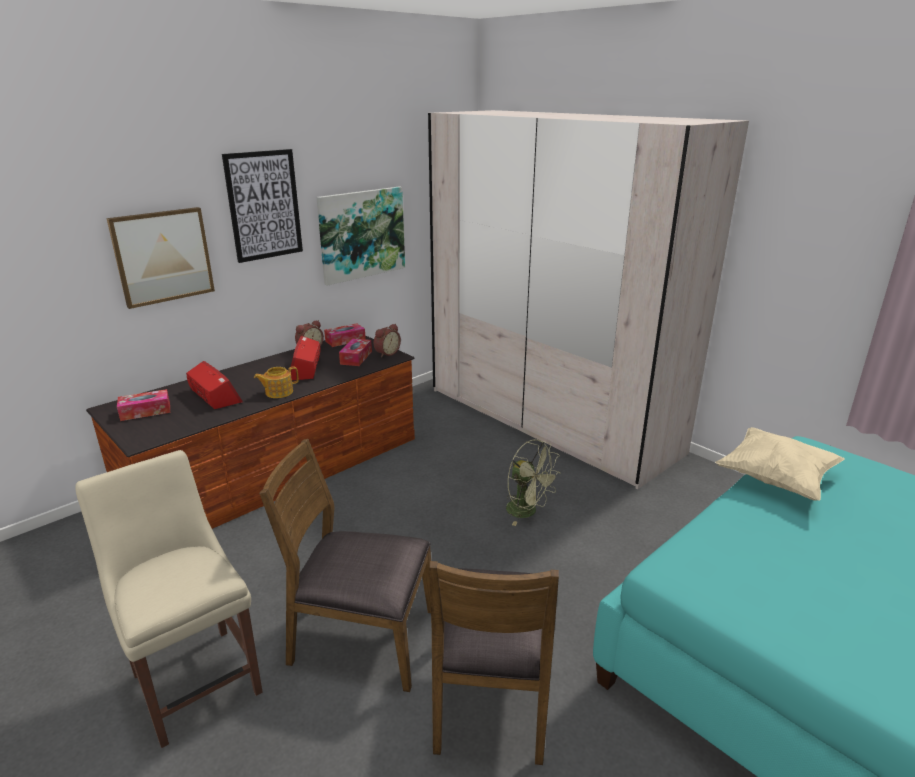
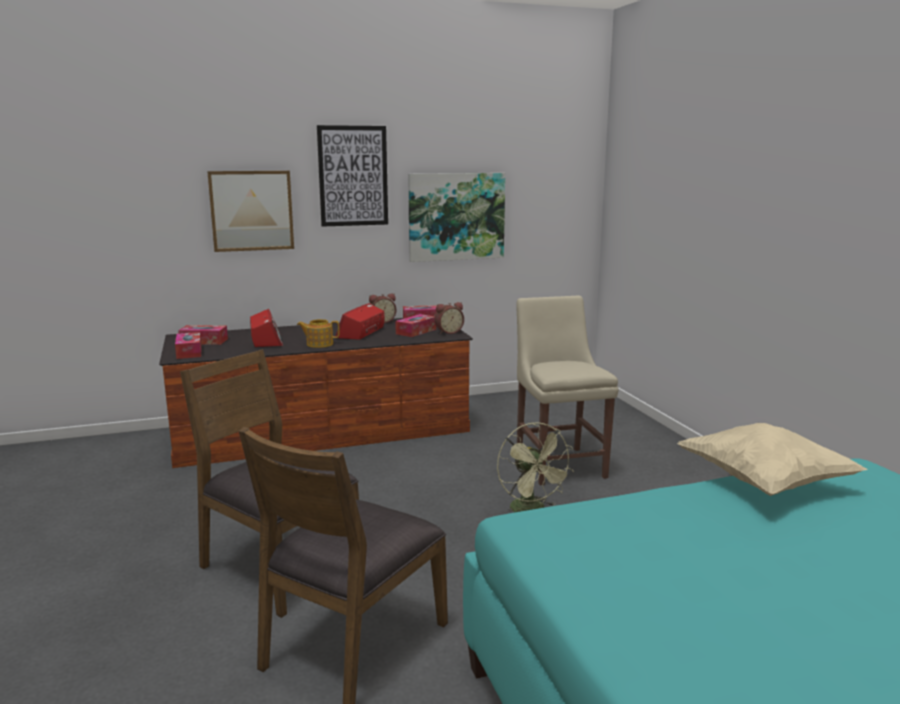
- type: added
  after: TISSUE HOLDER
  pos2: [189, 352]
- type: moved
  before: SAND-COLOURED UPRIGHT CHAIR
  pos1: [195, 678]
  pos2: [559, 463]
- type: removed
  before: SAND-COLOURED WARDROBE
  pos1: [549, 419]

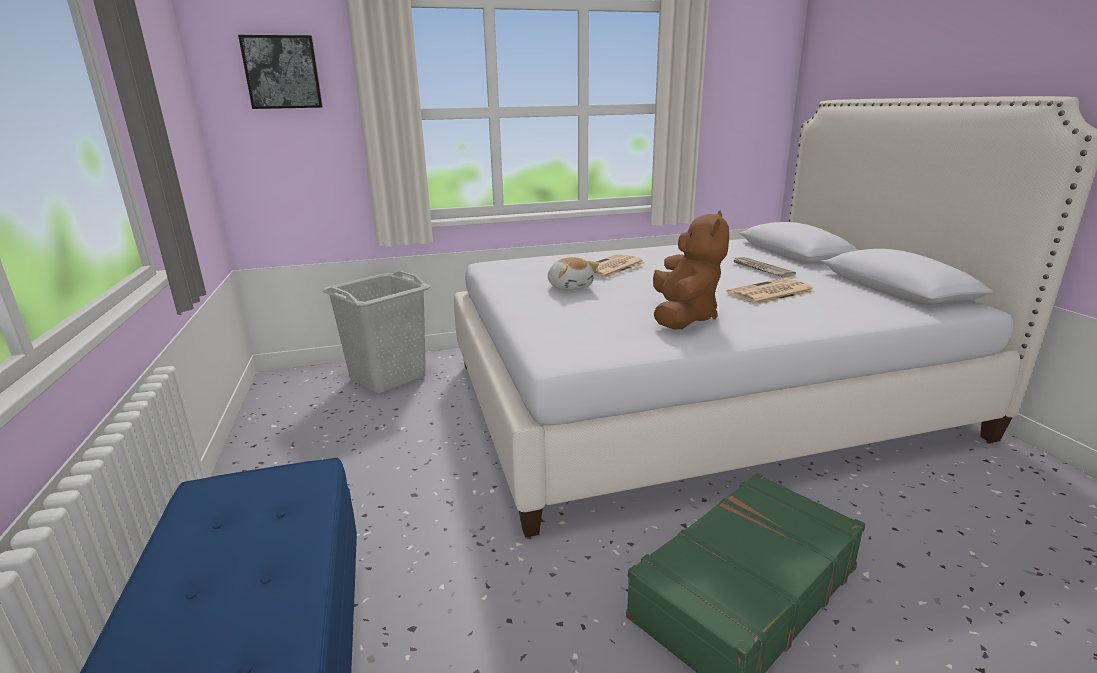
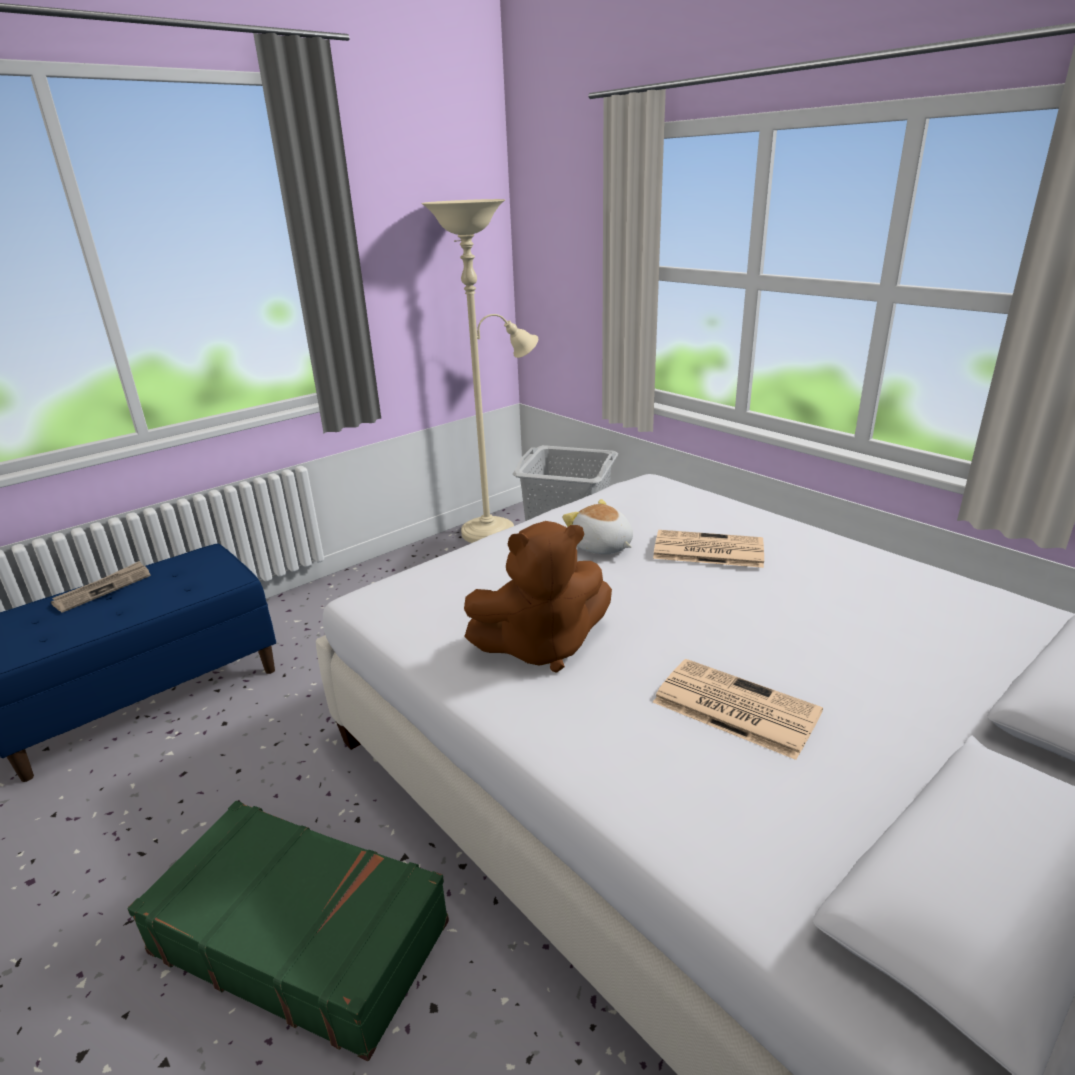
- type: moved
  before: PRINTED PAPER
  pos1: [760, 269]
  pos2: [103, 589]
- type: added
  after: SAND-COLOURED STANDING LAMP
  pos2: [494, 530]
- type: turned
  before: SOFT TOY
  pos1: [570, 287]
  pos2: [601, 547]
  turn: 105
- type: removed
  before: WALL PICTURE
  pos1: [282, 72]

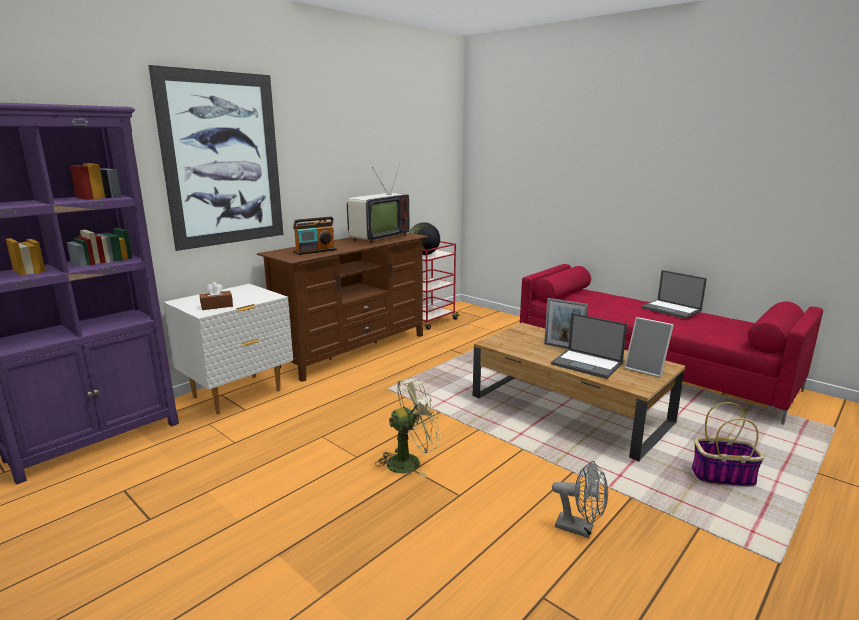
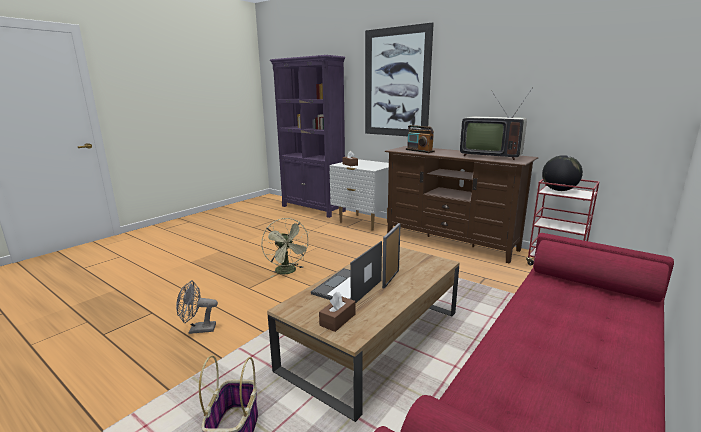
- type: turned
  before: GRAY ELECTRIC FAN
  pos1: [580, 529]
  pos2: [198, 329]
  turn: 60
- type: replaced
  before: STANDING FRAME
  after: BROWN-COLOURED TISSUE HOLDER
  pos1: [646, 369]
  pos2: [337, 320]
- type: removed
  before: PORTABLE COMPUTER
  pos1: [671, 309]

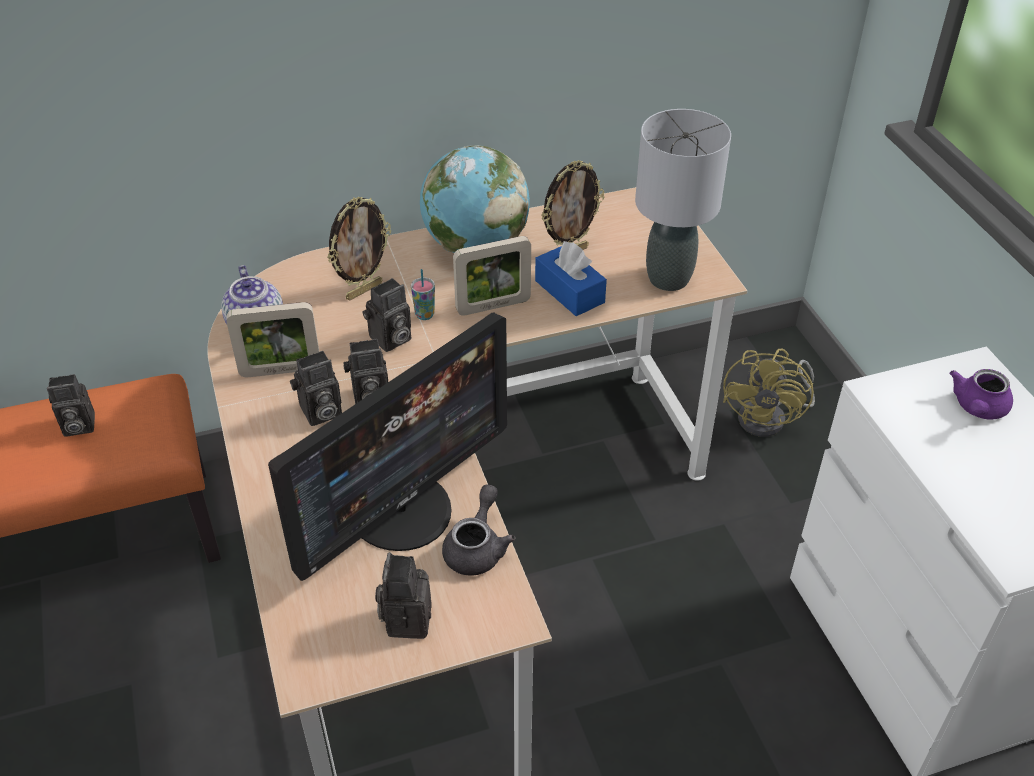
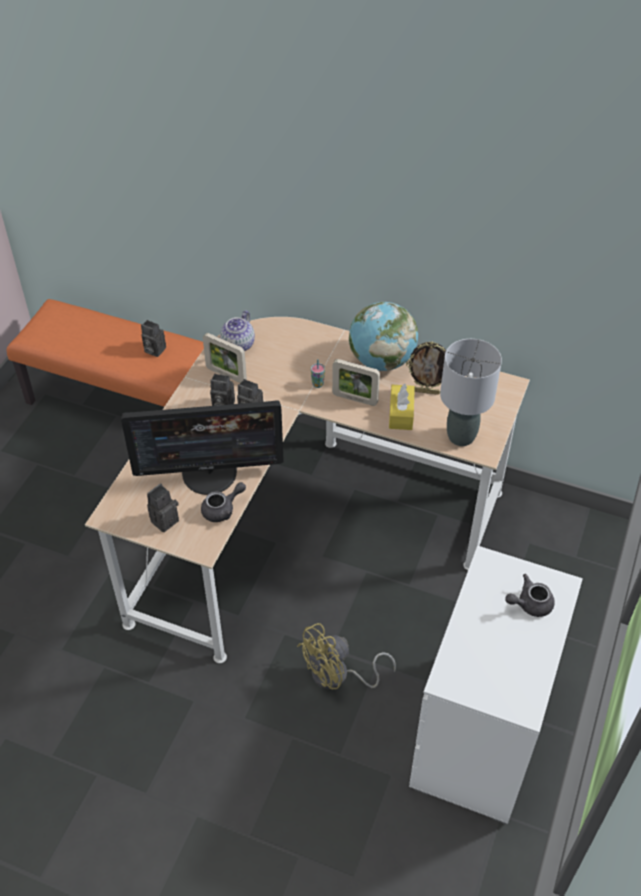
- type: moved
  before: YELLOWISH ELECTRIC FAN
  pos1: [770, 418]
  pos2: [338, 676]
- type: recoloured
  before: BLUE TISSUE HOLDER
  after: YELLOWISH TISSUE HOLDER
  pos1: [569, 291]
  pos2: [401, 413]
- type: recoloured
  before: PURPLISH TEA POT
  after: GRAY TEA POT
  pos1: [977, 409]
  pos2: [529, 604]
- type: removed
  before: STANDING FRAME
  pos1: [363, 290]
- type: removed
  before: PHOTO CAMERA
  pos1: [390, 340]

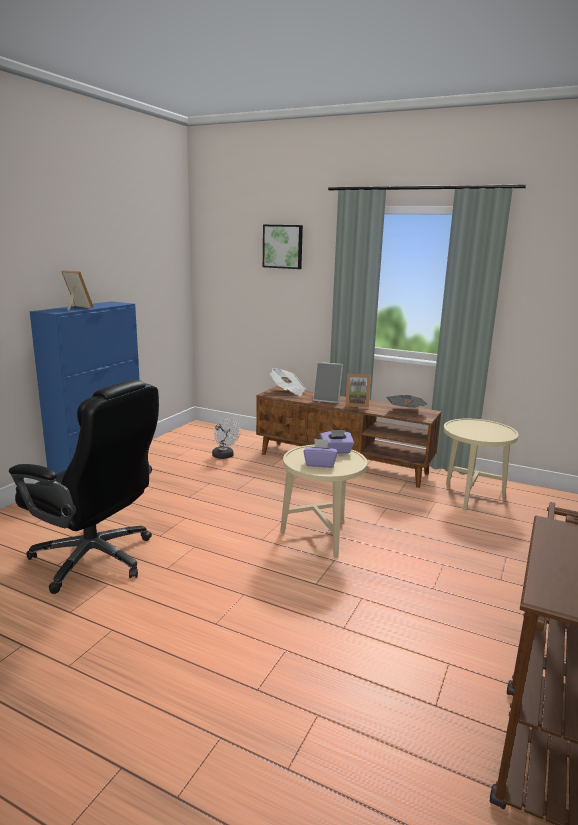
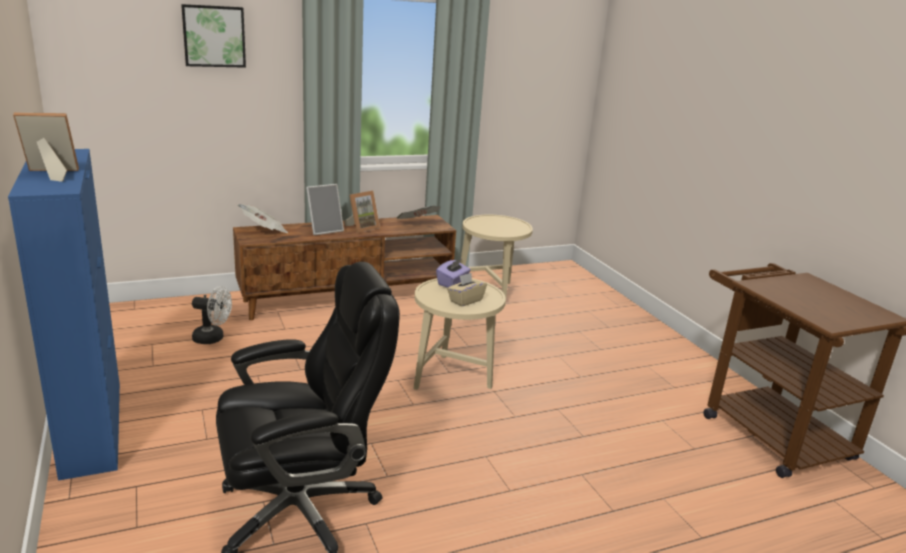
- type: recoloured
  before: PURPLISH TISSUE HOLDER
  after: SAND-COLOURED TISSUE HOLDER
  pos1: [320, 464]
  pos2: [465, 300]

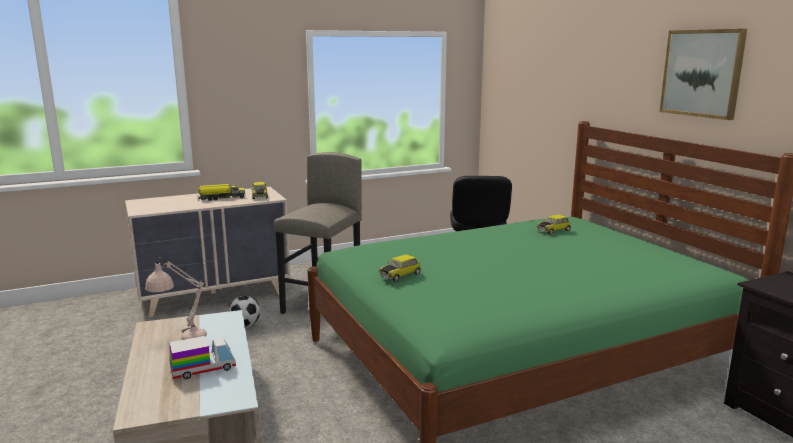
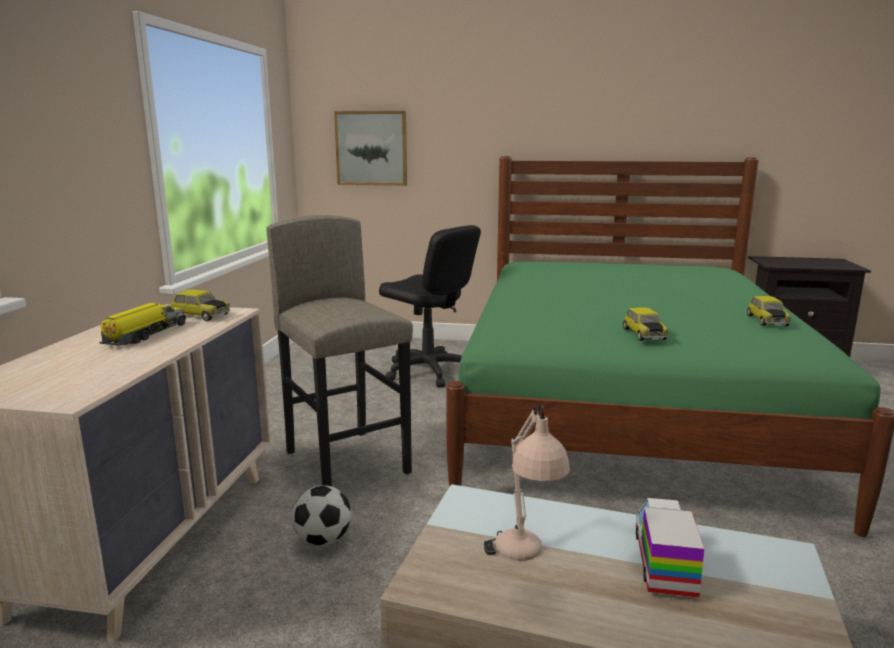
- type: moved
  before: WALL PICTURE
  pos1: [702, 73]
  pos2: [371, 148]
- type: moved
  before: MINIATURE CAR
  pos1: [553, 230]
  pos2: [766, 320]

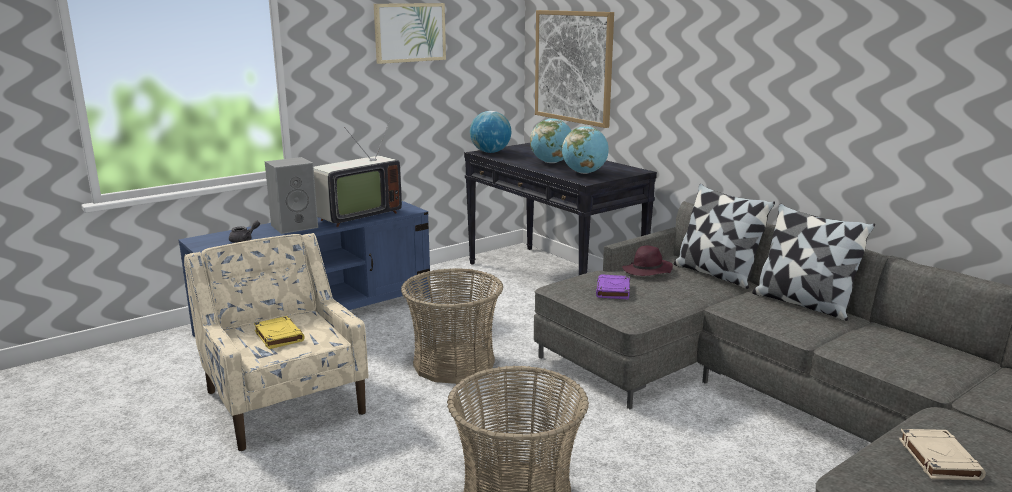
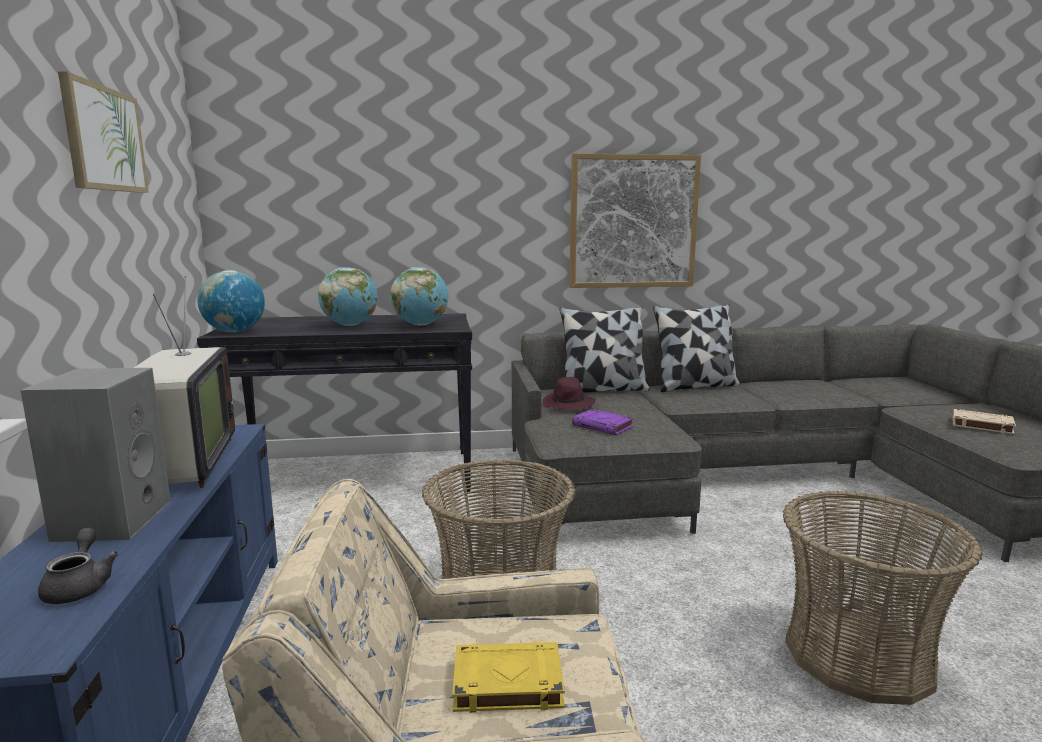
- type: moved
  before: WALL PICTURE
  pos1: [573, 67]
  pos2: [633, 222]

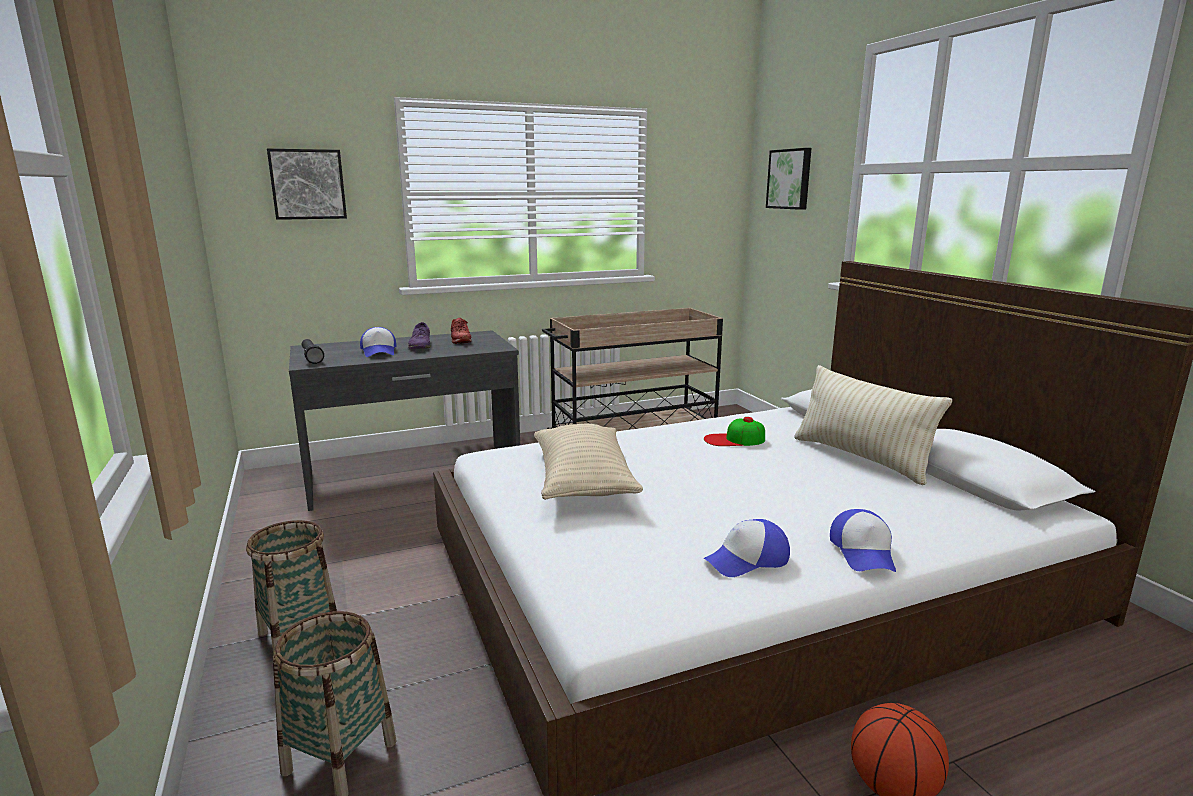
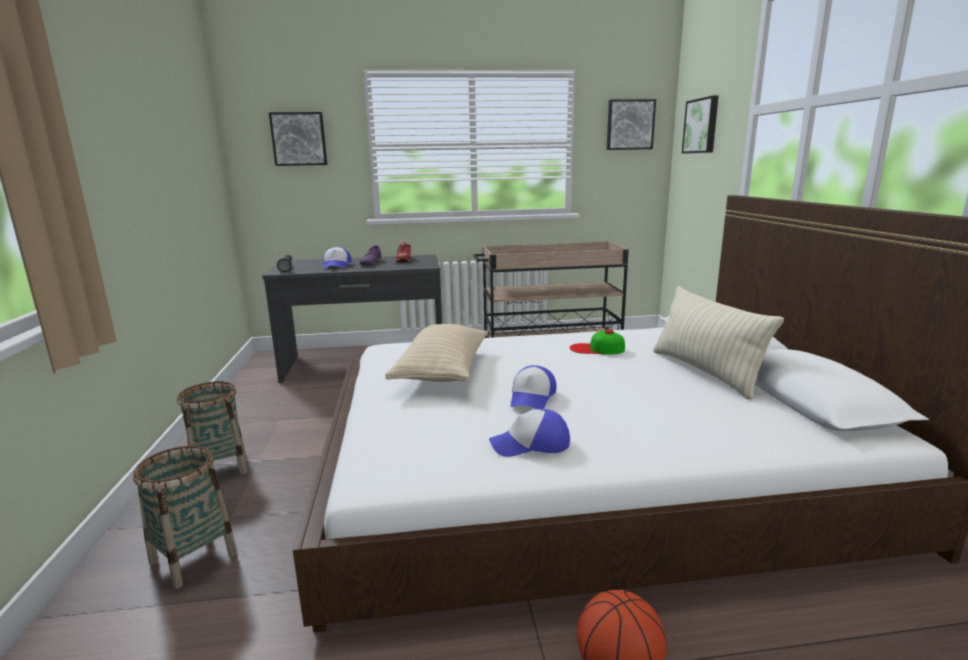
- type: moved
  before: PEAKED CAP
  pos1: [863, 552]
  pos2: [532, 397]
- type: added
  after: WALL PICTURE
  pos2: [629, 125]

